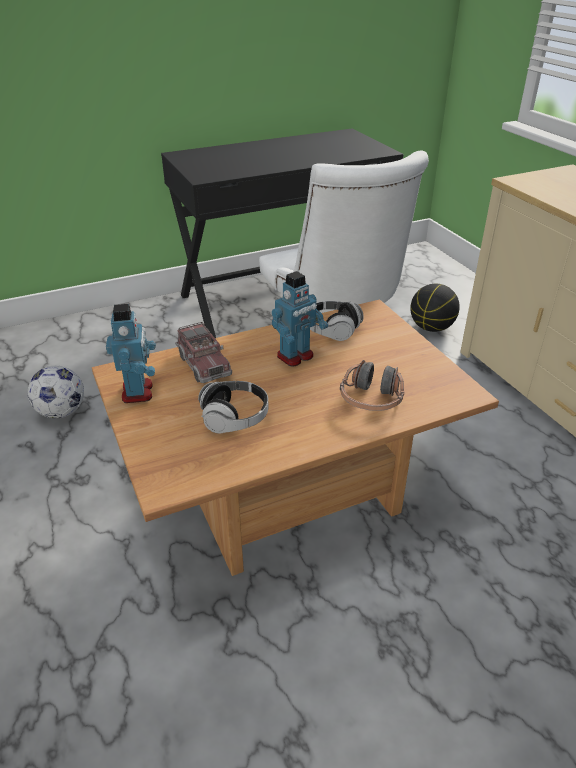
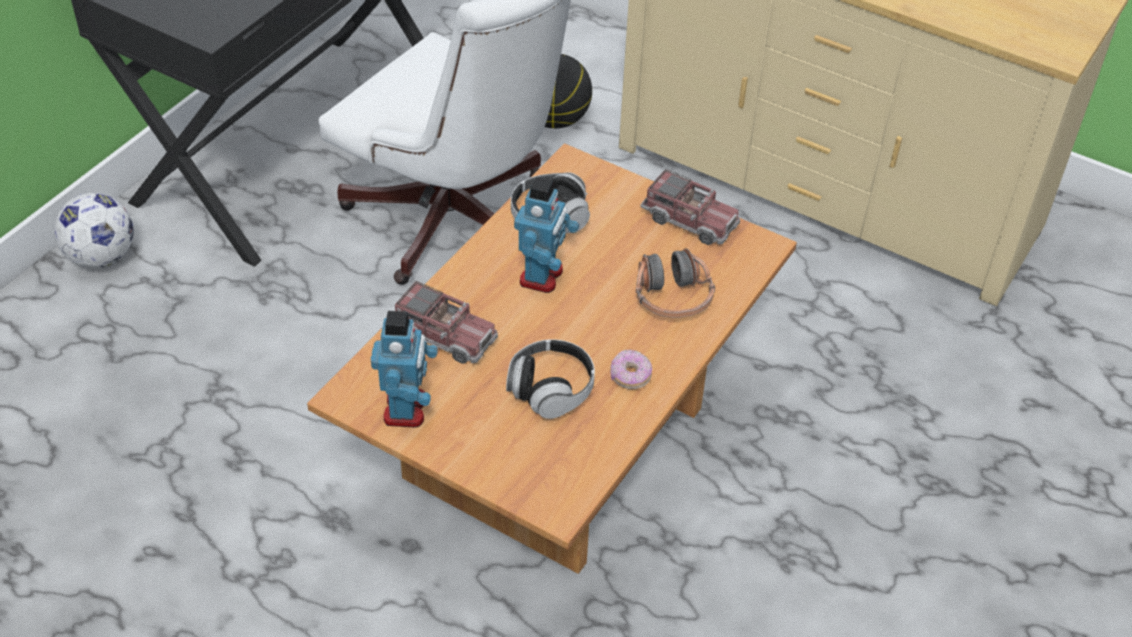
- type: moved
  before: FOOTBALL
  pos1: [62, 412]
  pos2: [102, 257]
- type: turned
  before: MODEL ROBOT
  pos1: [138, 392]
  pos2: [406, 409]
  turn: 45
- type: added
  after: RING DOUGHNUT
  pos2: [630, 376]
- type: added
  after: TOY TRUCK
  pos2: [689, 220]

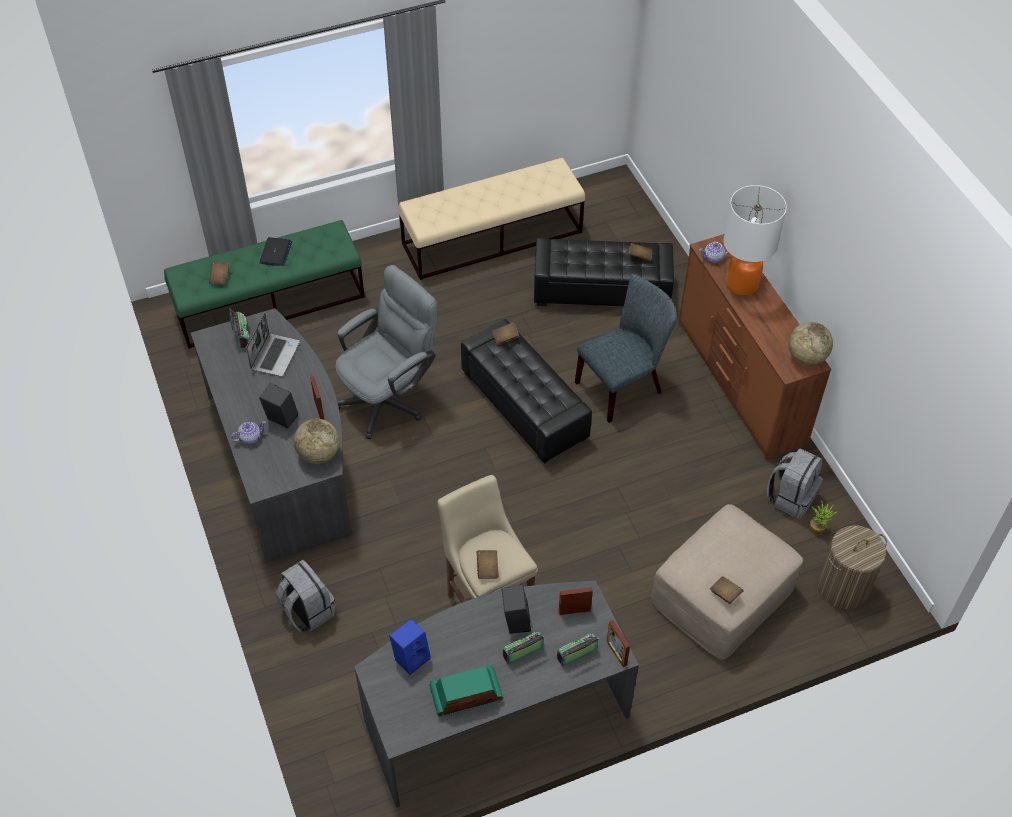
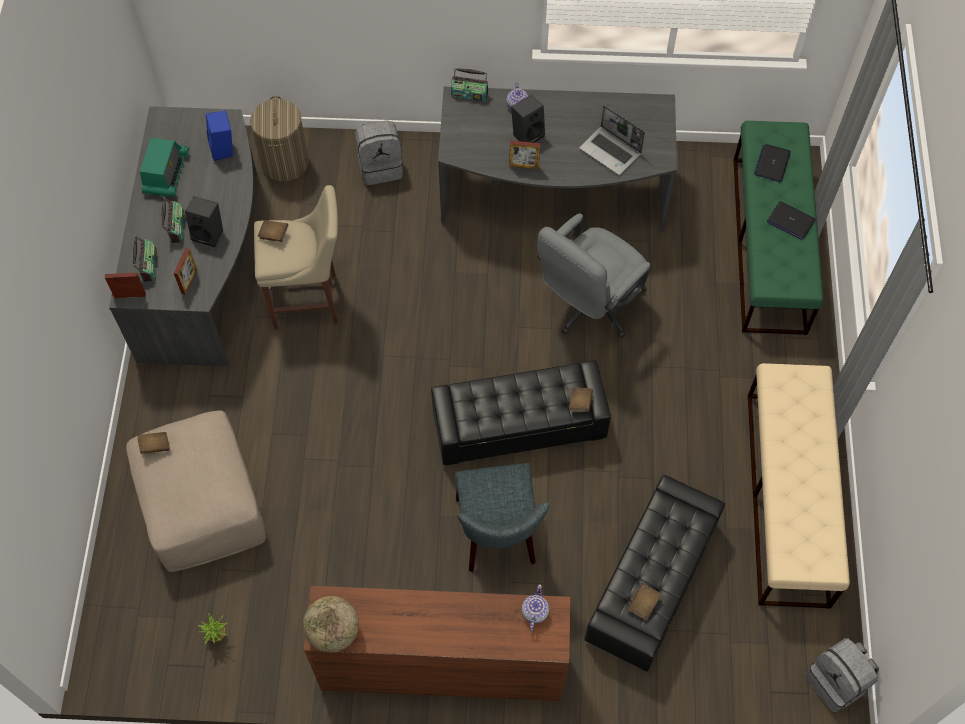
- type: moved
  before: WASHING BASKET
  pos1: [843, 587]
  pos2: [284, 162]
- type: moved
  before: RADIO RECEIVER
  pos1: [242, 336]
  pos2: [469, 94]
- type: turned
  before: GRAY DESK CHAIR
  pos1: [389, 397]
  pos2: [588, 307]
  turn: 60
- type: replaced
  before: BROWN-COLOURED BOOK
  after: PORTABLE COMPUTER
  pos1: [220, 277]
  pos2: [772, 163]
- type: moved
  before: GRAY RUCKSACK
  pos1: [791, 497]
  pos2: [837, 682]
- type: removed
  before: GLOBE
  pos1: [318, 454]
- type: removed
  before: LAMP FOR A TABLE
  pos1: [742, 284]

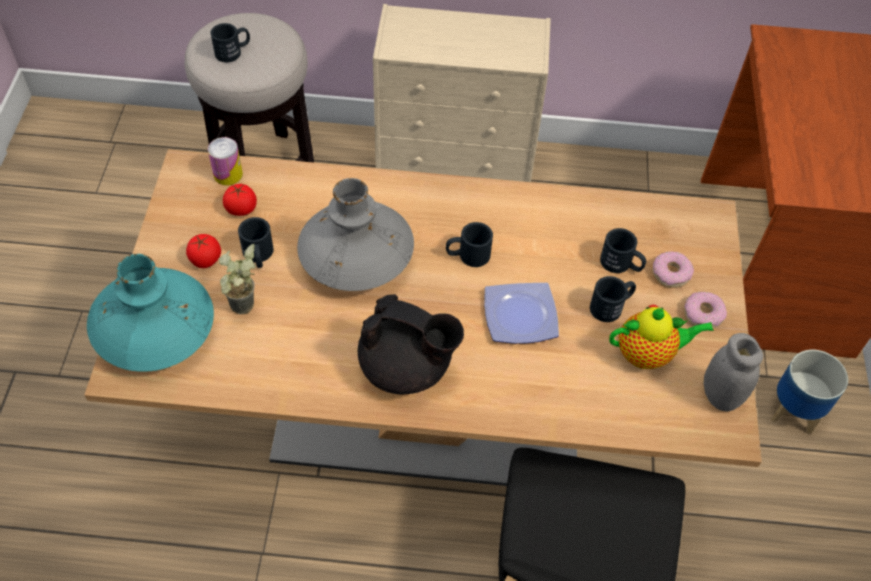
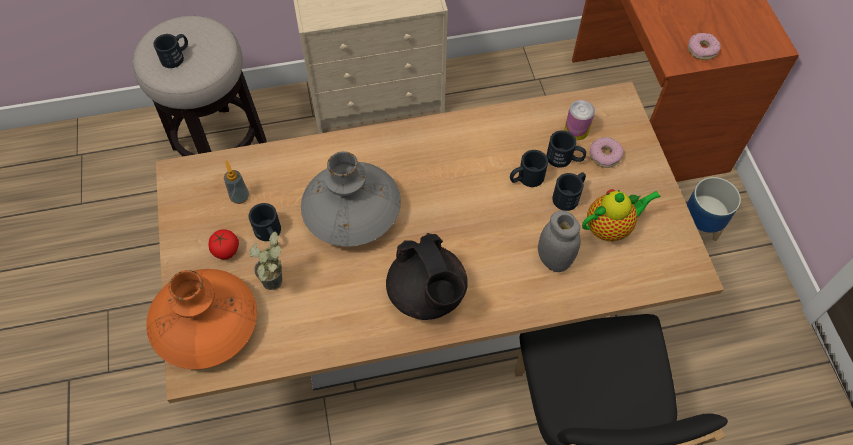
- type: recoloured
  before: TURQUOISE-COLOURED VASE
  after: ORANGE-COLOURED VASE
  pos1: [155, 331]
  pos2: [207, 325]
- type: replaced
  before: FRESH TOMATO
  after: LIQUID SOAP BOTTLE
  pos1: [241, 209]
  pos2: [239, 197]
- type: turned
  before: BLACK TEA POT
  pos1: [407, 367]
  pos2: [427, 294]
  turn: 60
- type: moved
  before: BLACK MUG
  pos1: [467, 255]
  pos2: [526, 178]
- type: moved
  before: GRAY JAR
  pos1: [720, 396]
  pos2: [554, 259]
- type: moved
  before: METAL CAN
  pos1: [228, 174]
  pos2: [576, 130]
- type: moved
  before: RING DOUGHNUT
  pos1: [703, 314]
  pos2: [702, 50]
- type: removed
  before: PLATE
  pos1: [521, 315]

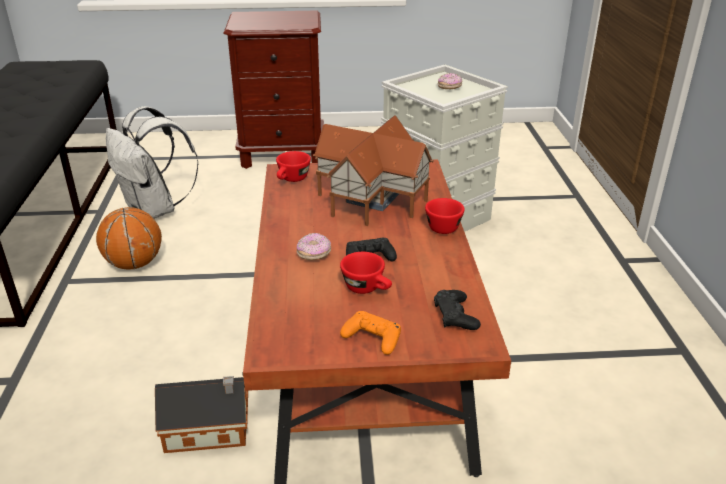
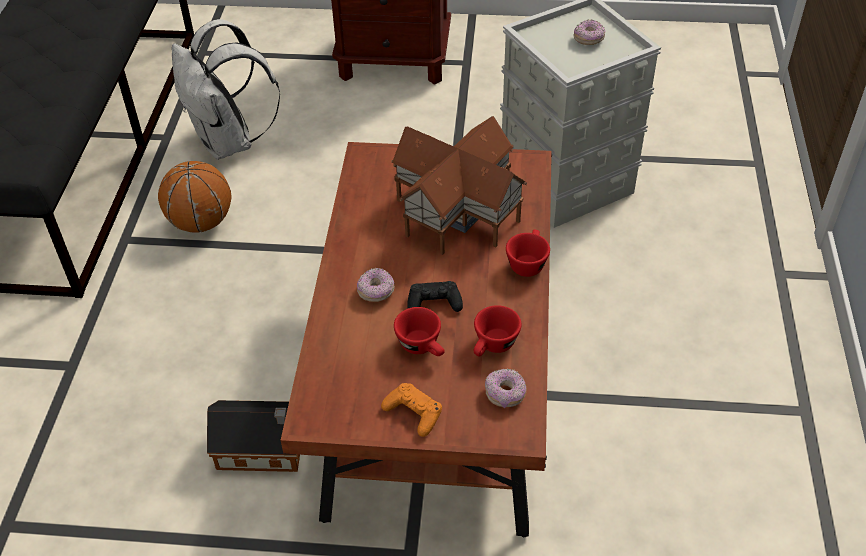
- type: moved
  before: REDDISH CUP
  pos1: [292, 180]
  pos2: [493, 346]
- type: replaced
  before: BLACK JOYPAD
  after: RING DOUGHNUT
  pos1: [455, 316]
  pos2: [505, 394]

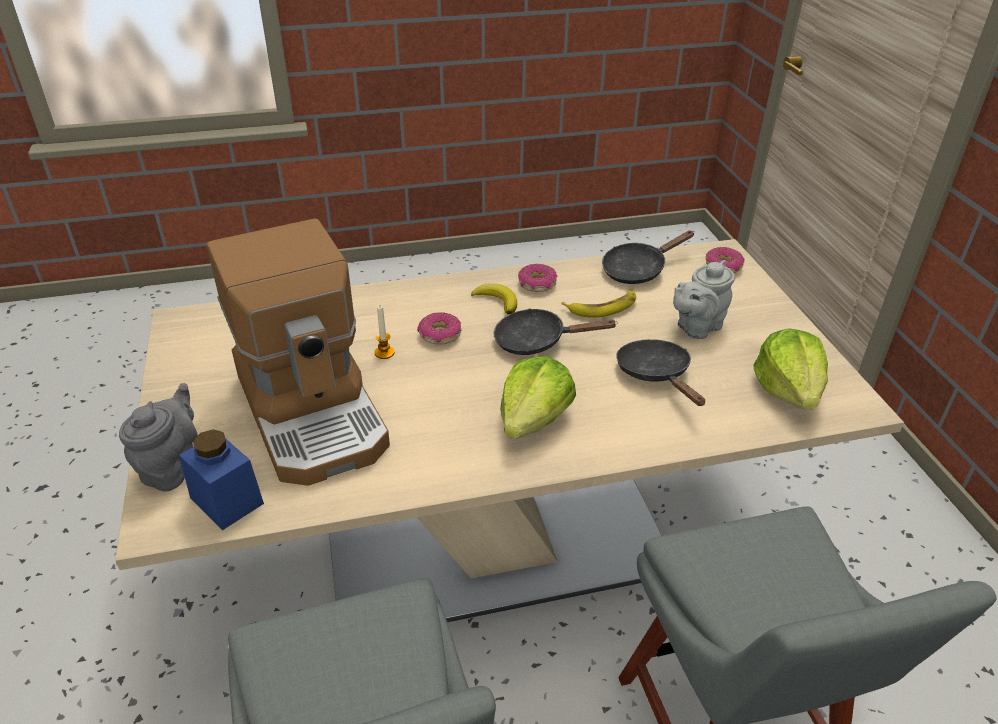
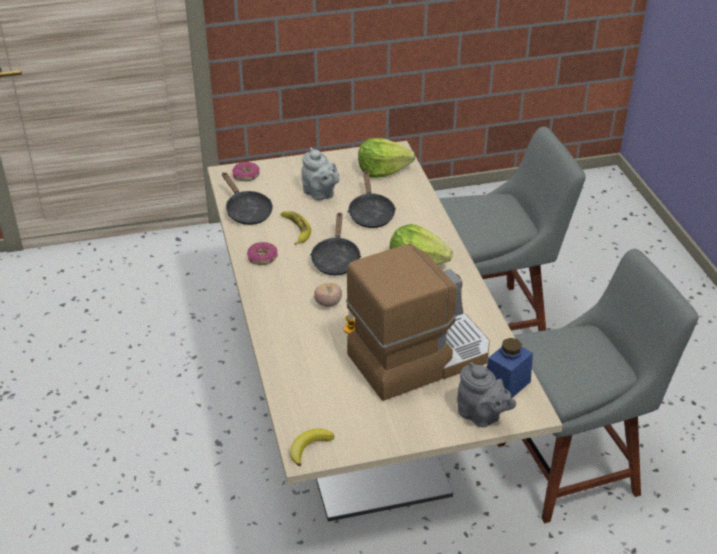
- type: moved
  before: BANANA
  pos1: [497, 301]
  pos2: [309, 447]
- type: replaced
  before: RING DOUGHNUT
  after: FRESH TOMATO
  pos1: [440, 335]
  pos2: [328, 303]
- type: turned
  before: BLACK SKILLET
  pos1: [656, 374]
  pos2: [370, 214]
  turn: -75
- type: turned
  before: GRAY TEA POT
  pos1: [172, 467]
  pos2: [481, 416]
  turn: -150

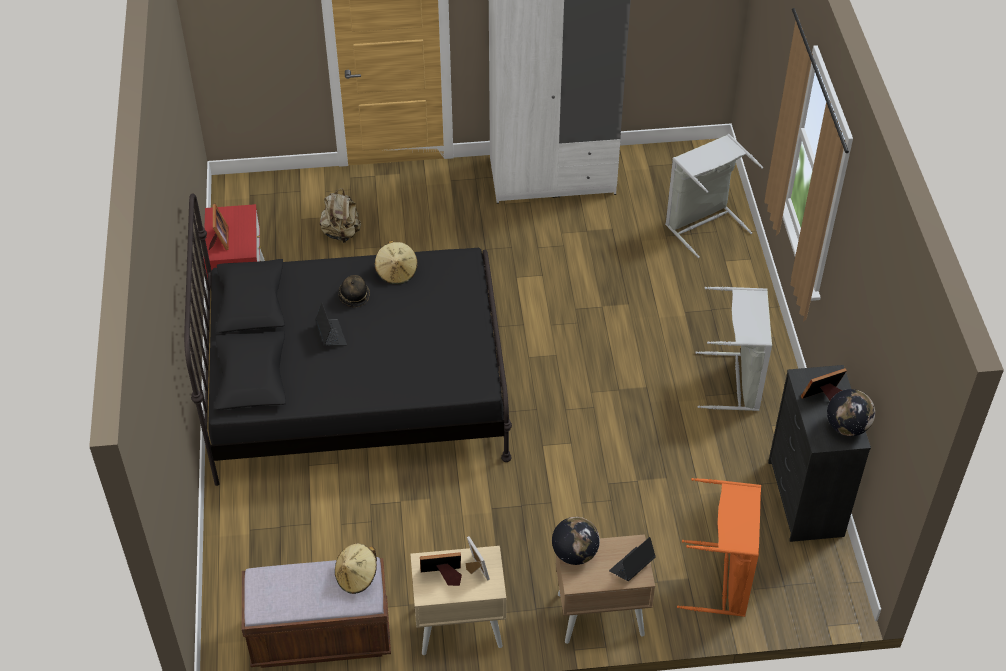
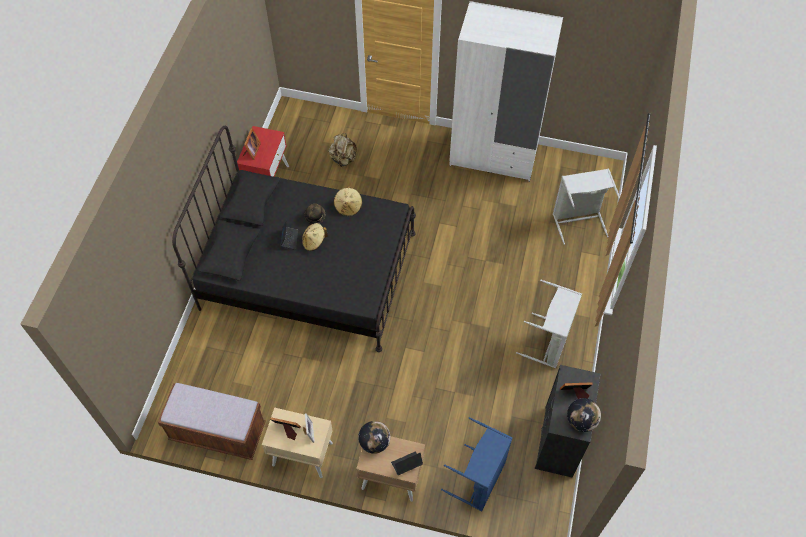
- type: moved
  before: SAND-COLOURED CLOTHING HAT
  pos1: [357, 577]
  pos2: [314, 242]
- type: recoloured
  before: ORANGE-COLOURED WASHING BASKET
  after: BLUE WASHING BASKET
  pos1: [723, 580]
  pos2: [479, 480]

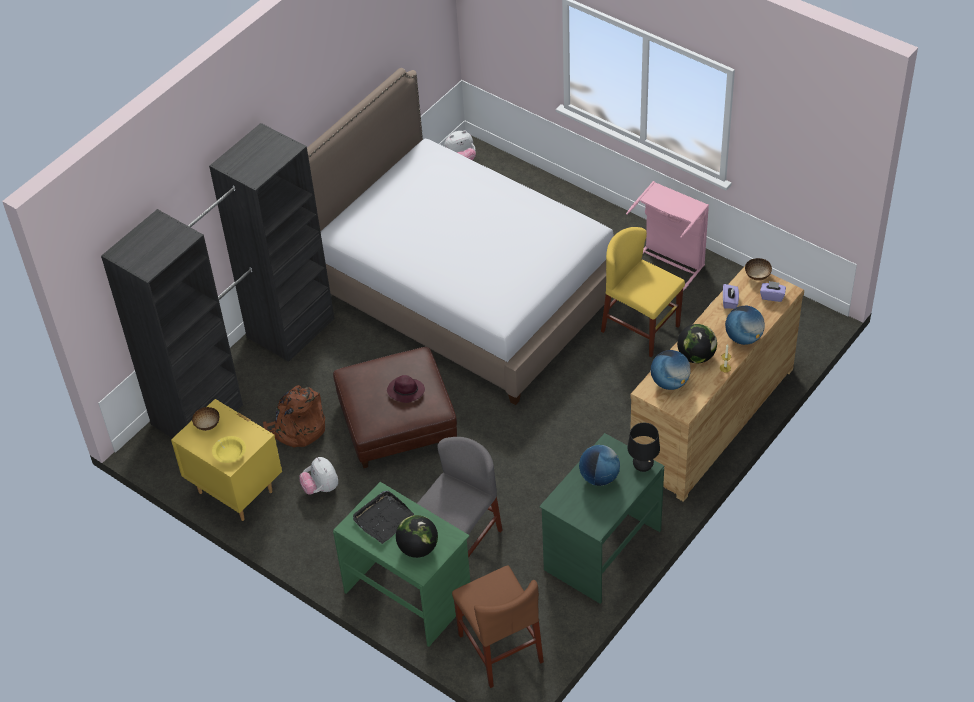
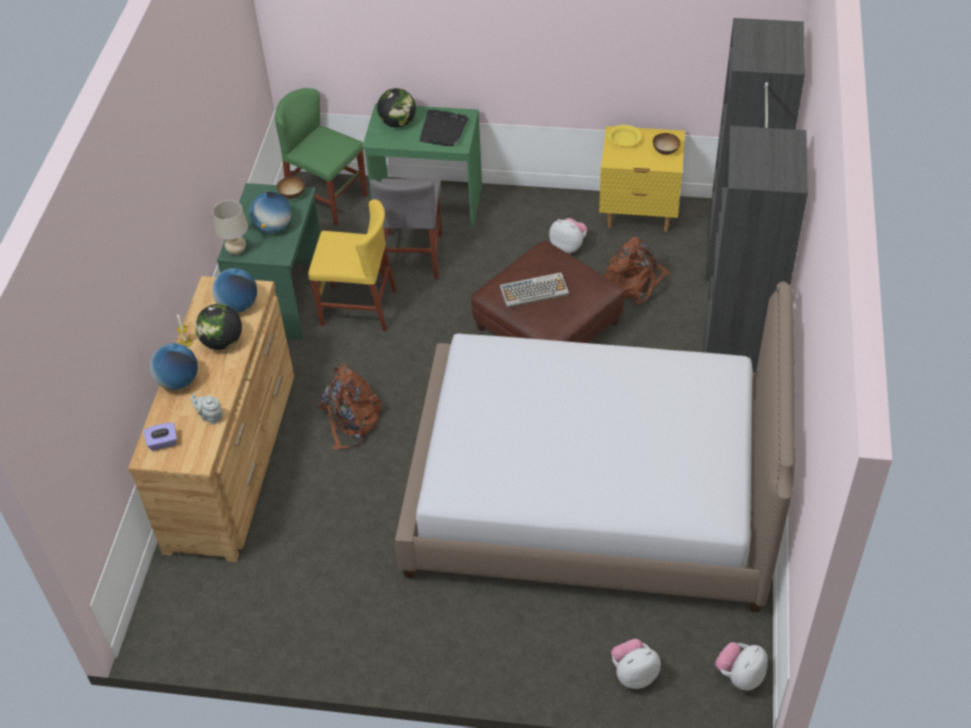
- type: replaced
  before: PURPLISH TISSUE HOLDER
  after: GRAY TEA POT
  pos1: [730, 301]
  pos2: [210, 416]
- type: recoloured
  before: BLACK LAMP FOR A TABLE
  after: SAND-COLOURED LAMP FOR A TABLE
  pos1: [643, 467]
  pos2: [237, 251]
- type: recoloured
  before: BROWN-COLOURED UPRIGHT CHAIR
  after: GREEN-COLOURED UPRIGHT CHAIR
  pos1: [500, 648]
  pos2: [327, 200]
- type: moved
  before: SERVING BOWL
  pos1: [757, 276]
  pos2: [293, 195]
- type: moved
  before: YELLOWISH UPRIGHT CHAIR
  pos1: [640, 328]
  pos2: [358, 307]
- type: added
  after: BROWN-COLOURED RUCKSACK
  pos2: [351, 419]
- type: replaced
  before: PURPLISH CLOTHING HAT
  after: KEYBOARD
  pos1: [405, 391]
  pos2: [534, 290]
- type: added
  after: SOFT TOY
  pos2: [634, 674]
- type: removed
  before: PINK WASHING BASKET
  pos1: [668, 264]

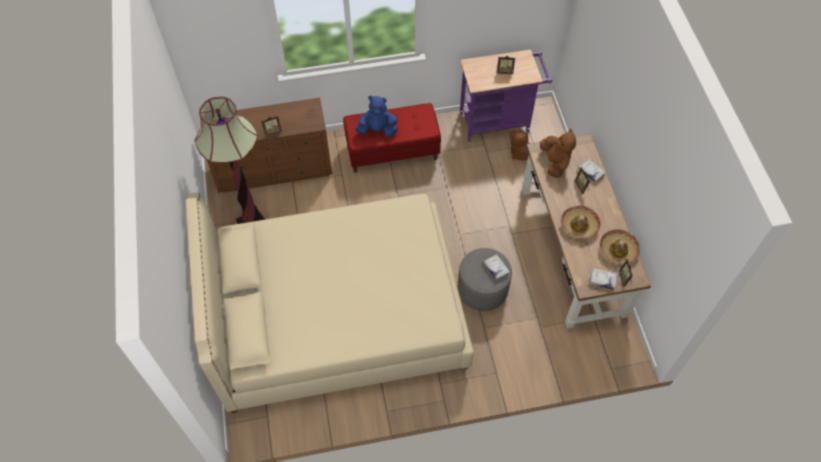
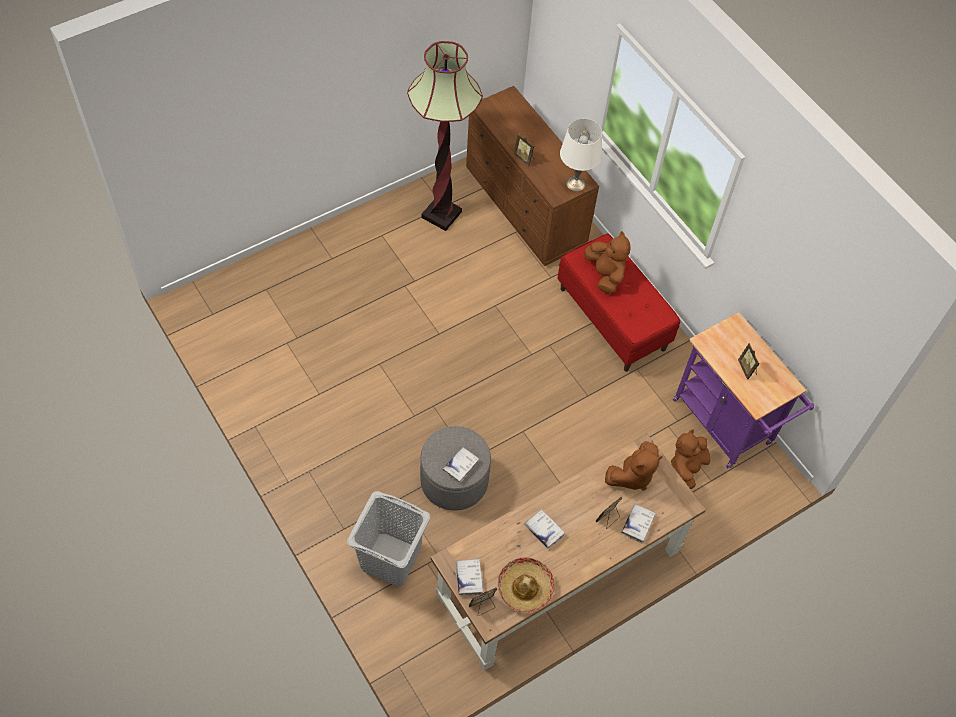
- type: added
  after: GRAY WASHING BASKET
  pos2: [389, 559]
- type: replaced
  before: CLOTHING HAT
  after: WHITE BOOK
  pos1: [579, 225]
  pos2: [544, 530]
- type: added
  after: WHITE LAMP FOR A TABLE
  pos2: [575, 183]
- type: recoloured
  before: BLUE SOFT TOY
  after: BROWN-COLOURED SOFT TOY
  pos1: [377, 130]
  pos2: [605, 274]
- type: removed
  before: SAND-COLOURED BED
  pos1: [338, 315]

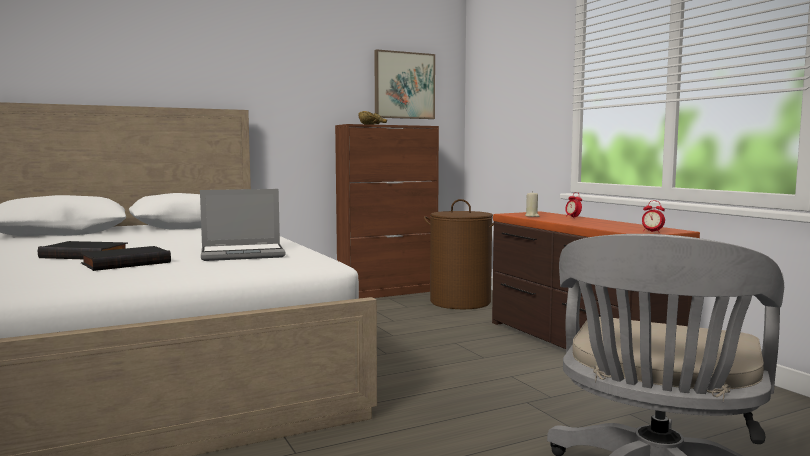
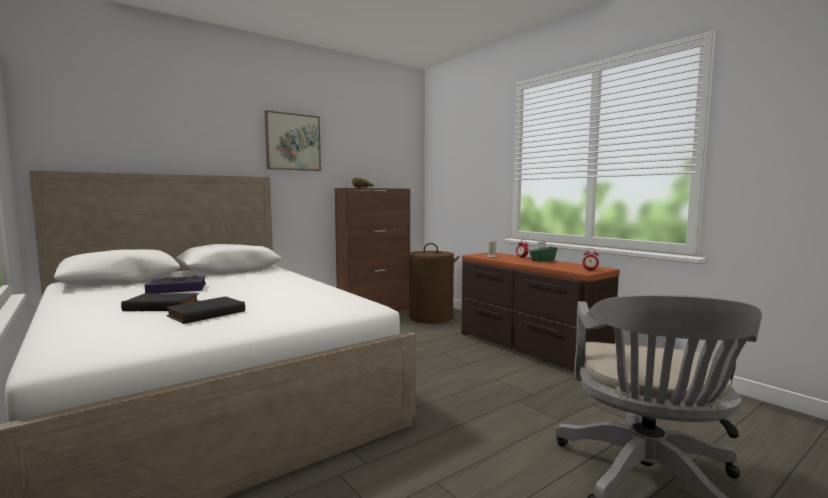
- type: added
  after: BOOK
  pos2: [177, 289]
- type: moved
  before: WALL PICTURE
  pos1: [404, 85]
  pos2: [293, 142]
- type: added
  after: GREEN-COLOURED TISSUE HOLDER
  pos2: [542, 260]
- type: removed
  before: PORTABLE COMPUTER
  pos1: [244, 254]

